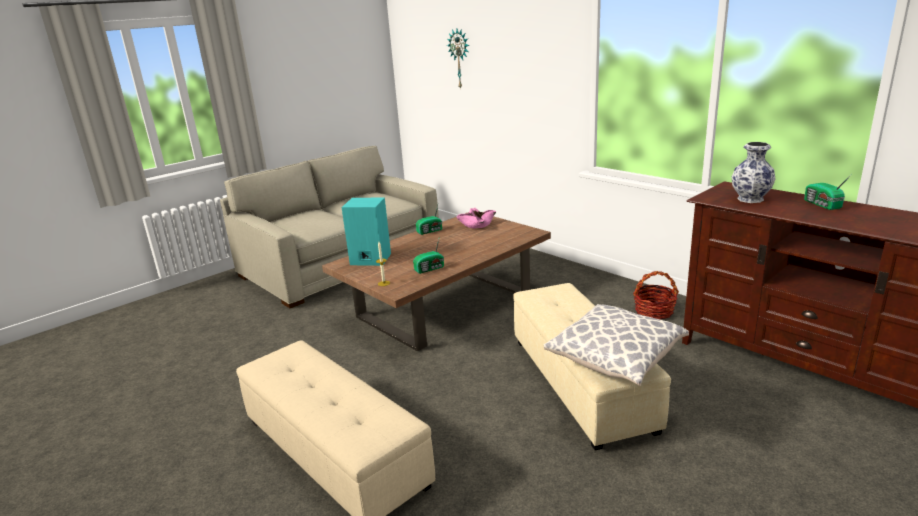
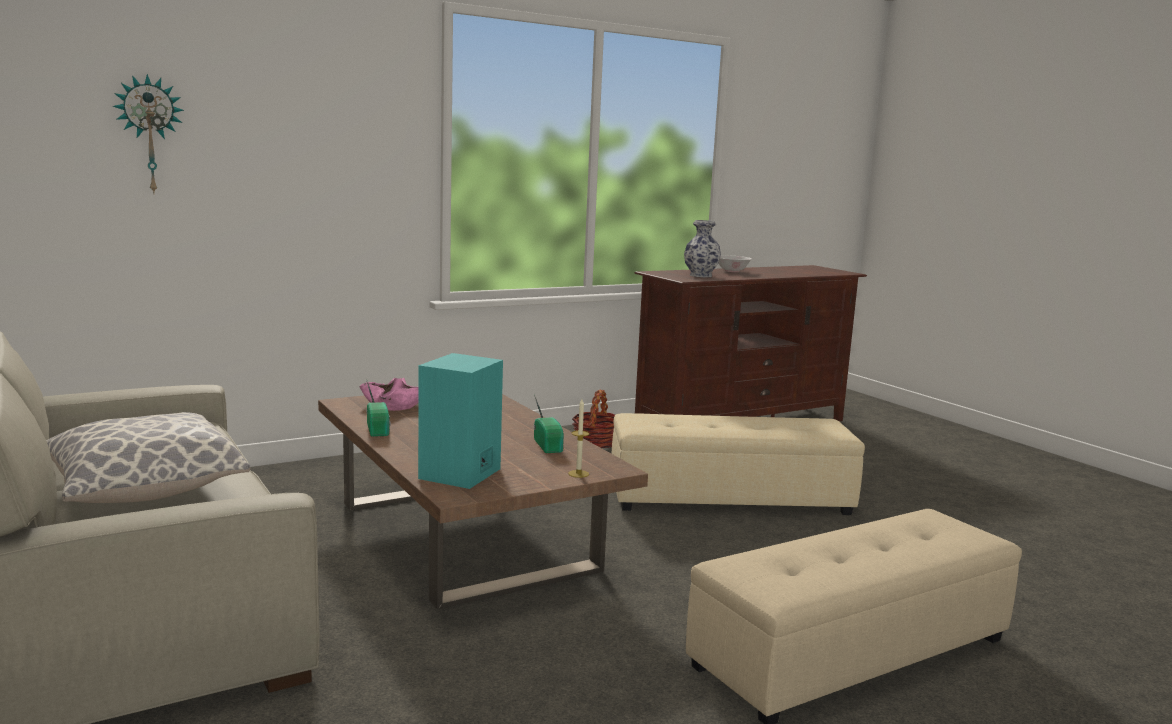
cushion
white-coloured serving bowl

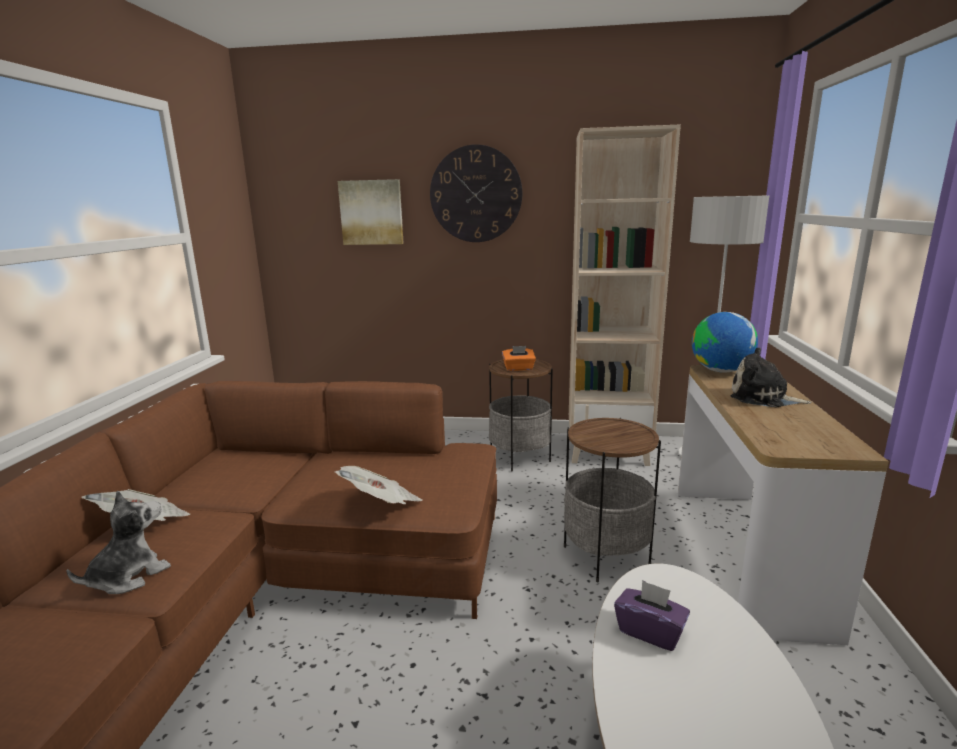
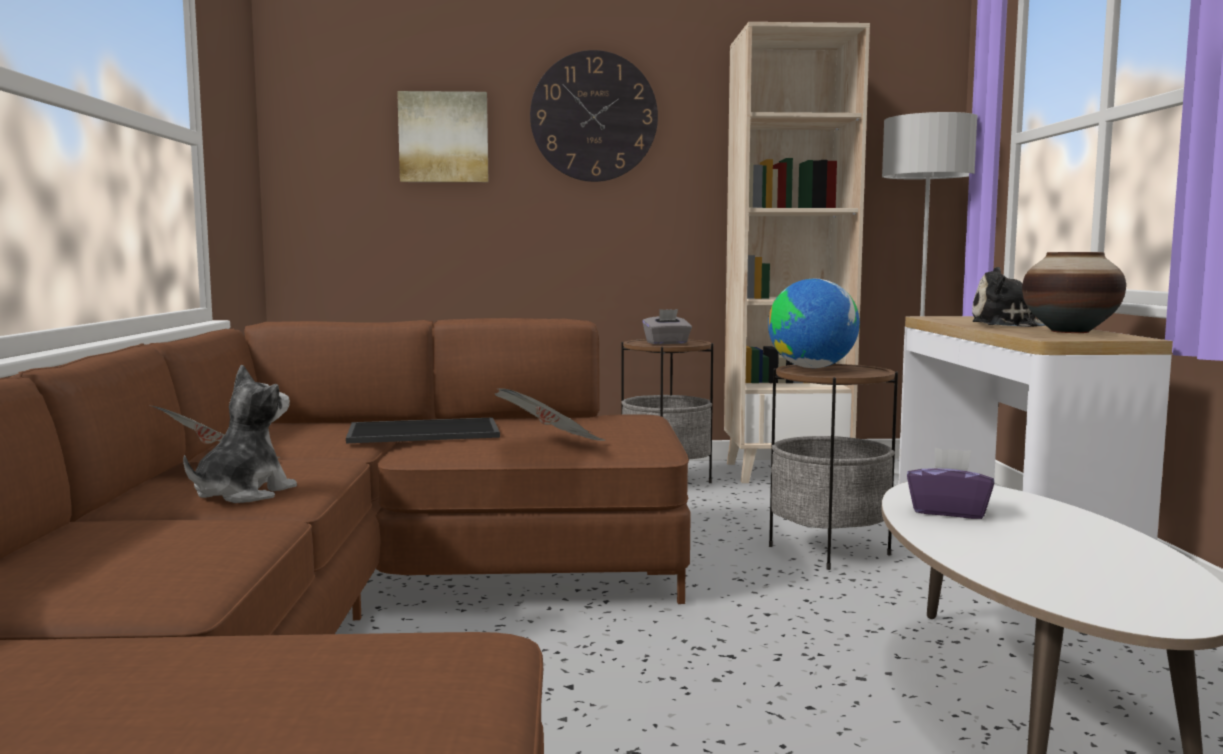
carrying tray
flower vase
world globe
gray tissue holder

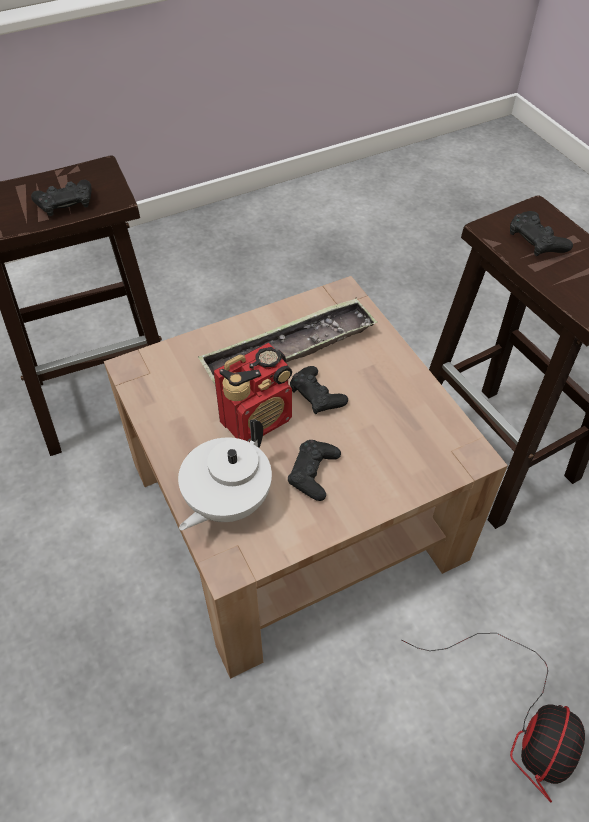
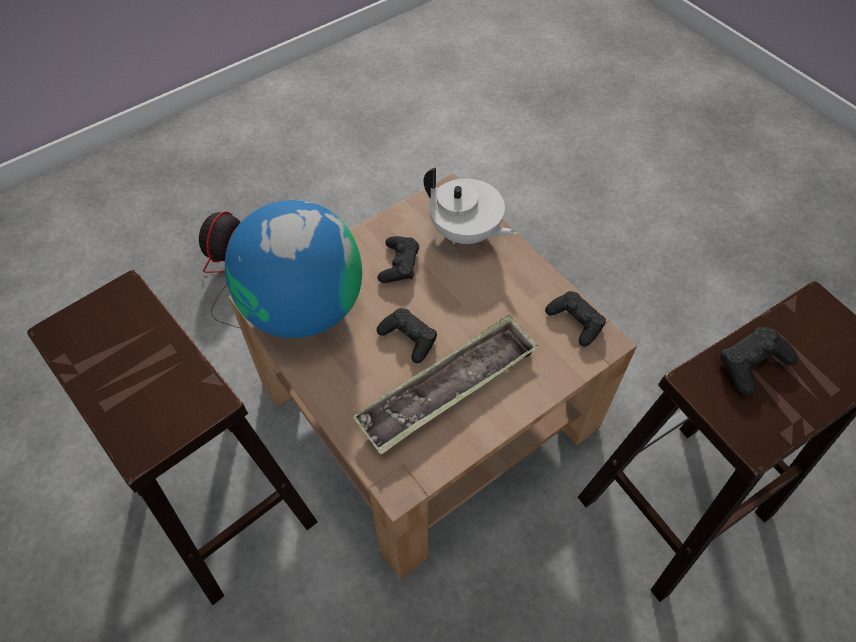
radio receiver
world globe
blackish game controller (no. 3 from left)
white-coloured pot for tea

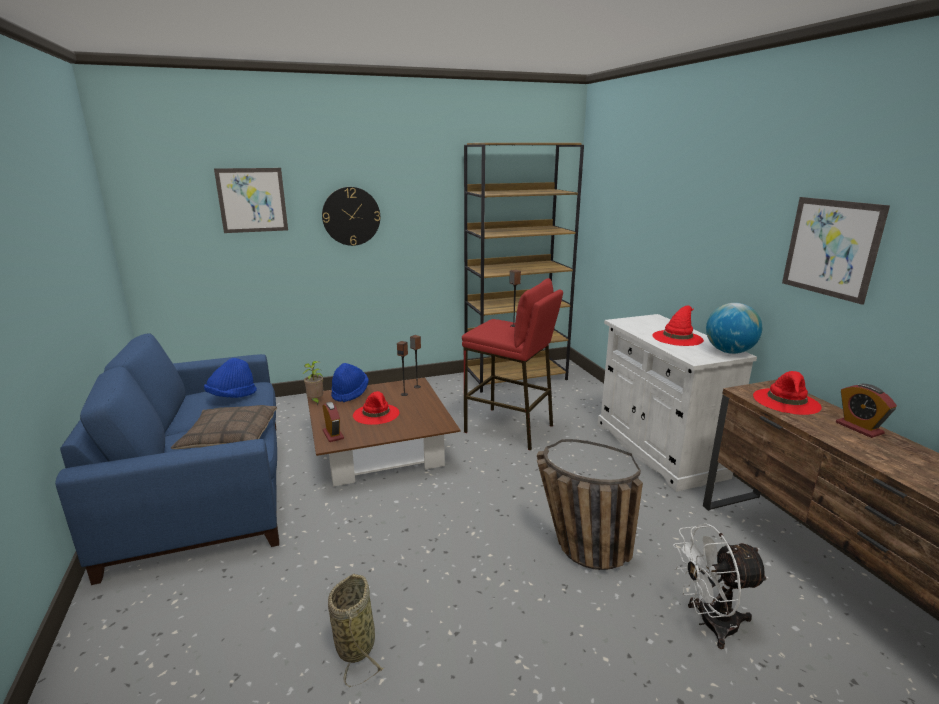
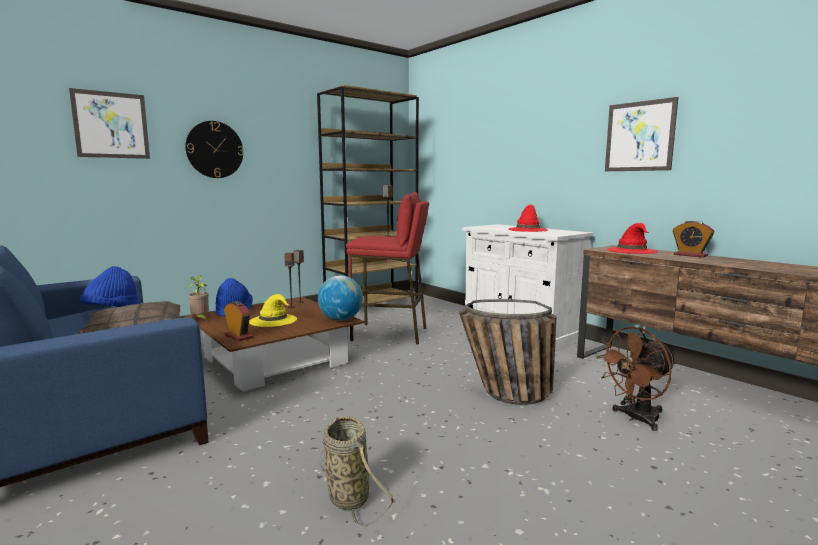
world globe
yellow wearable hat
brown-coloured electric fan

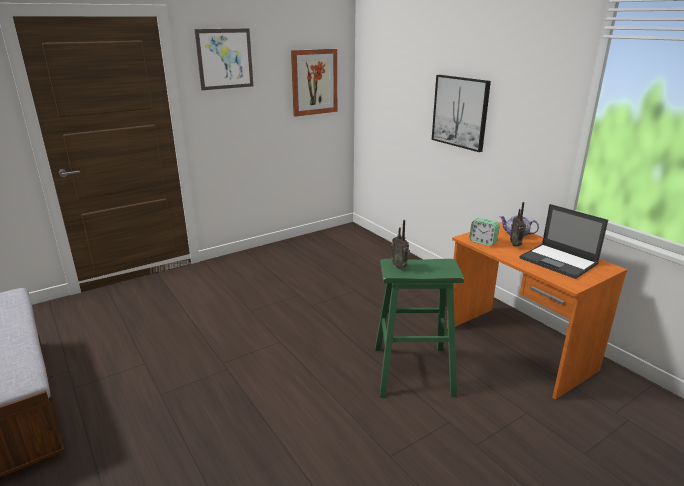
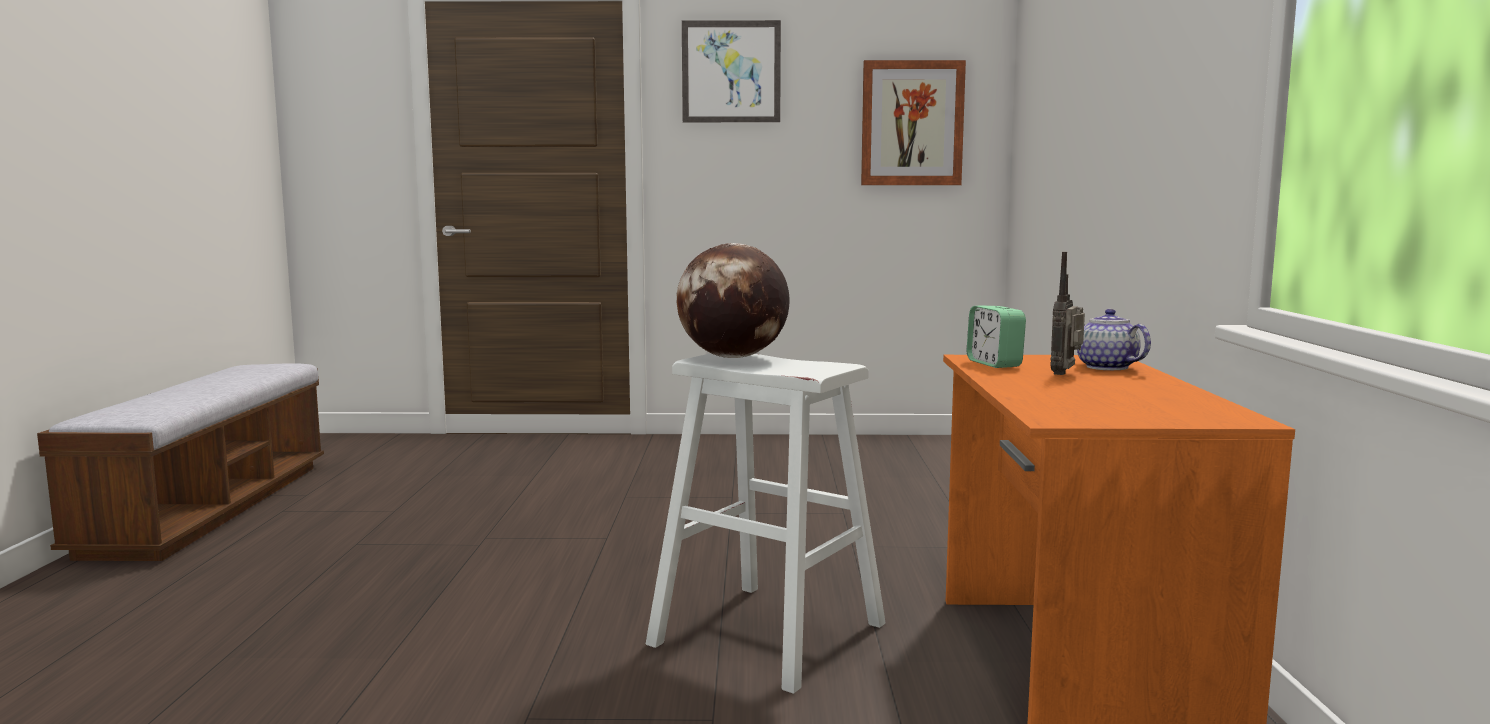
picture (no. 3 from left in the first image)
portable computer
world globe
white-coloured stool seat

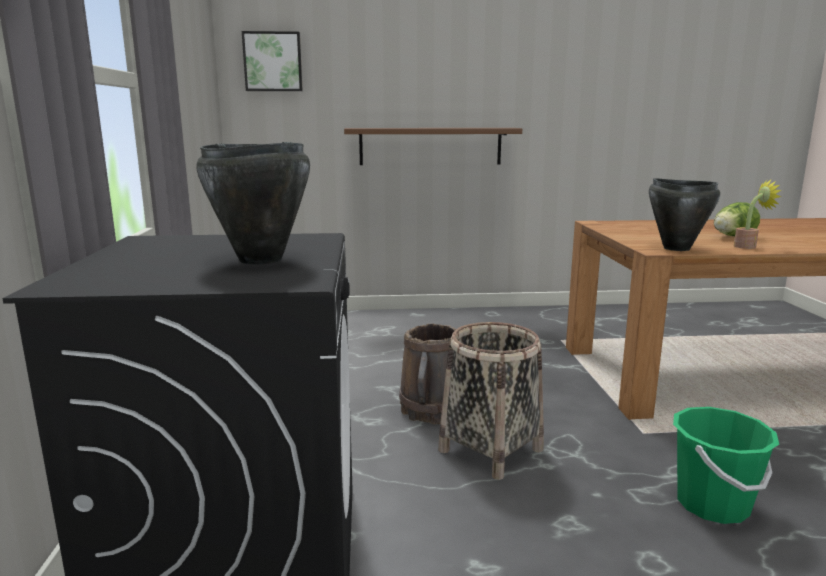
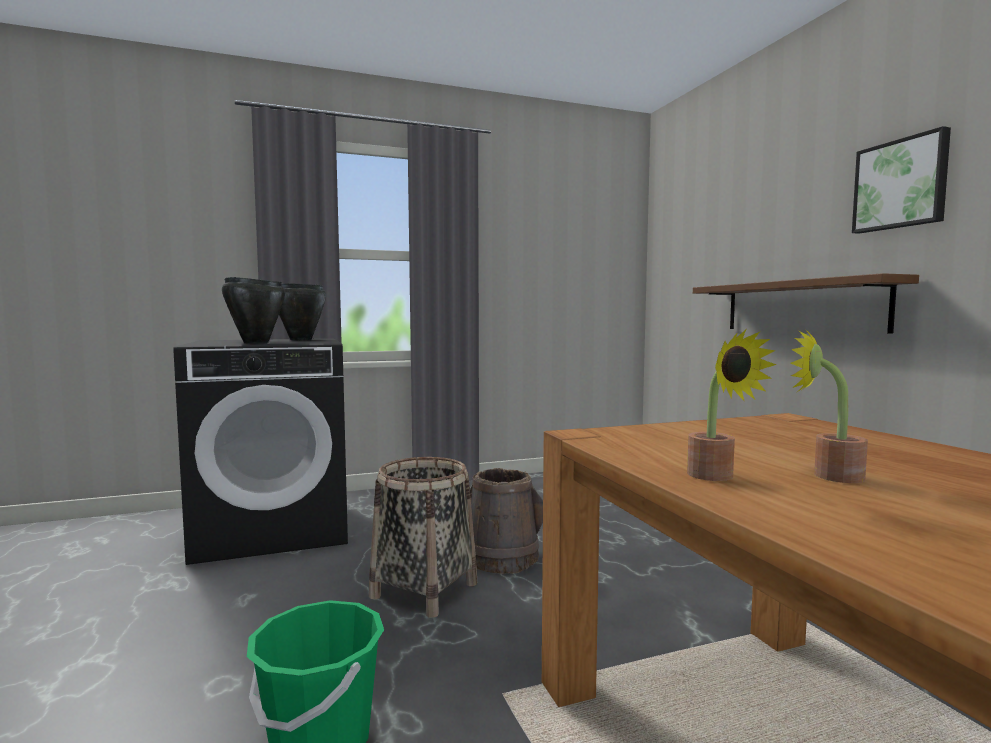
picture
blackish stockpot (no. 2 from left)
potted plant (no. 2 from left)

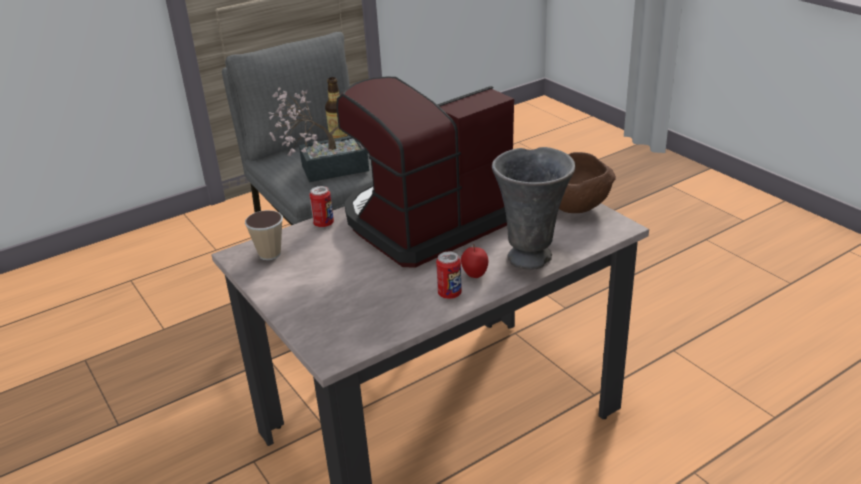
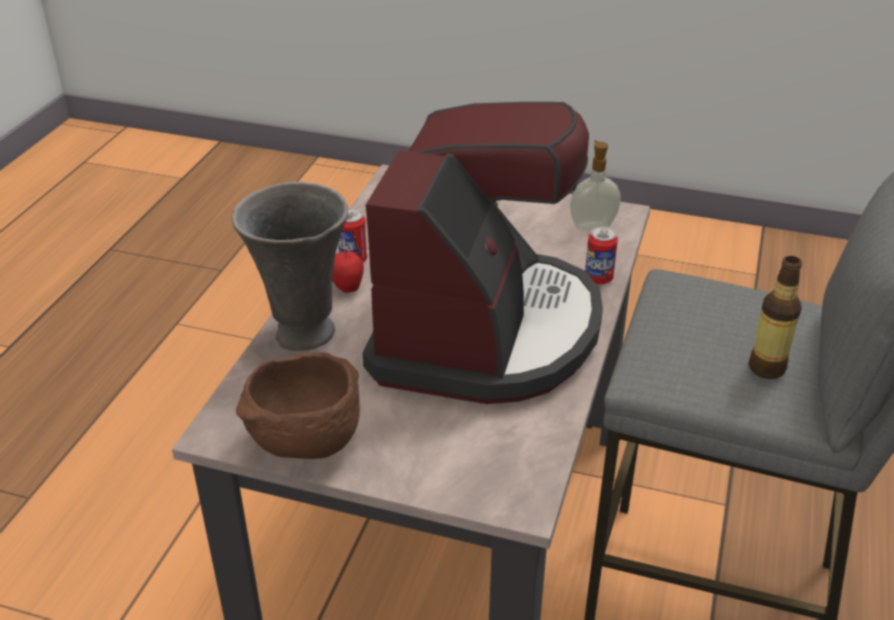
potted plant
soap bottle

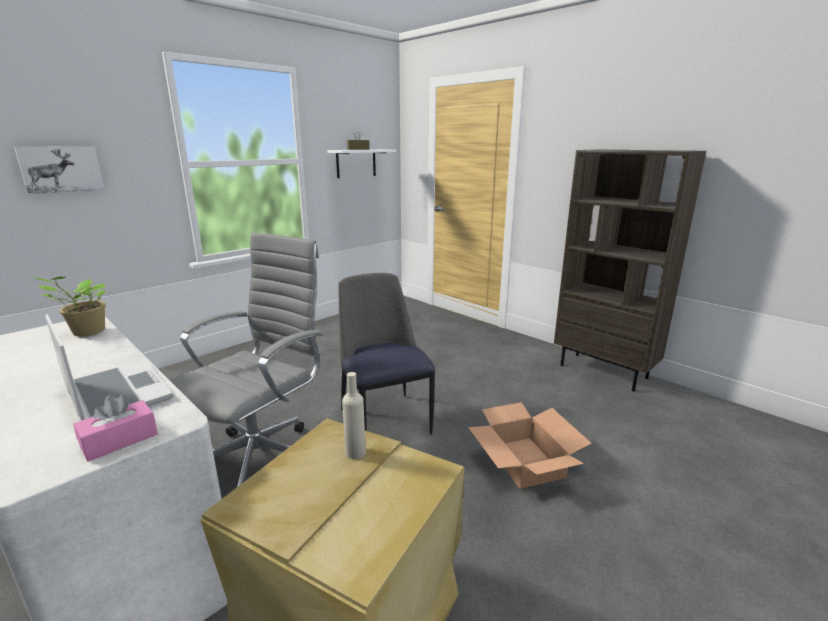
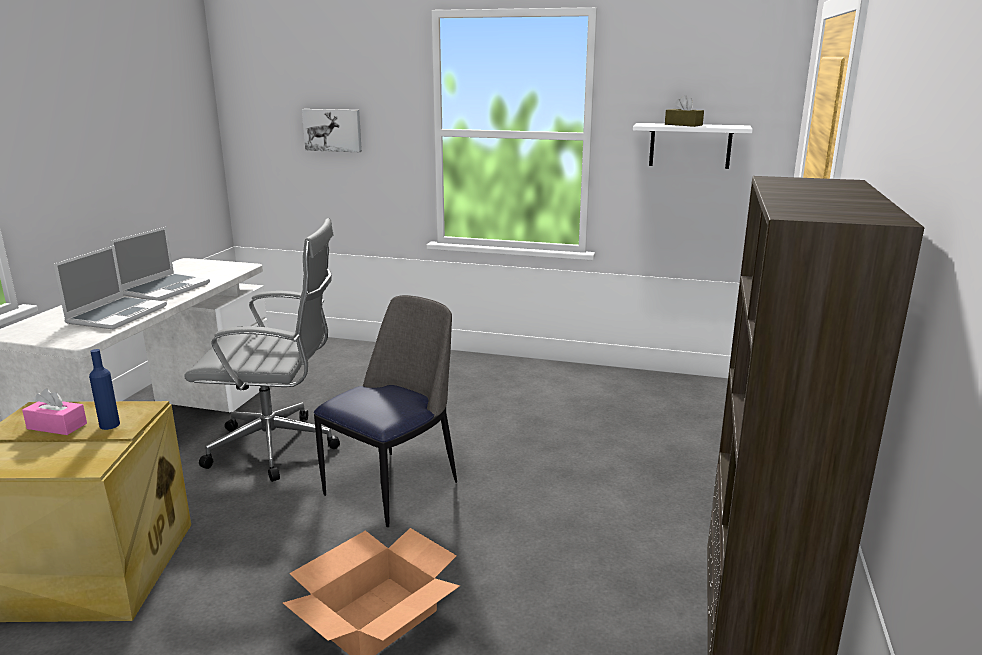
potted plant
portable computer (no. 2 from left)
pink-coloured tissue holder
blue bottle

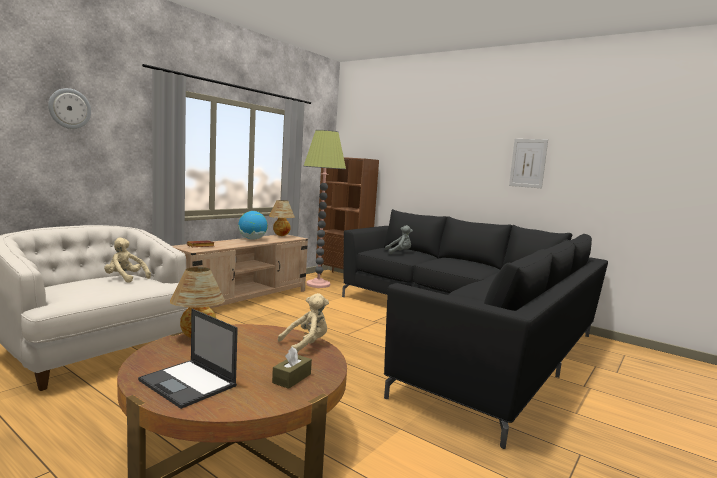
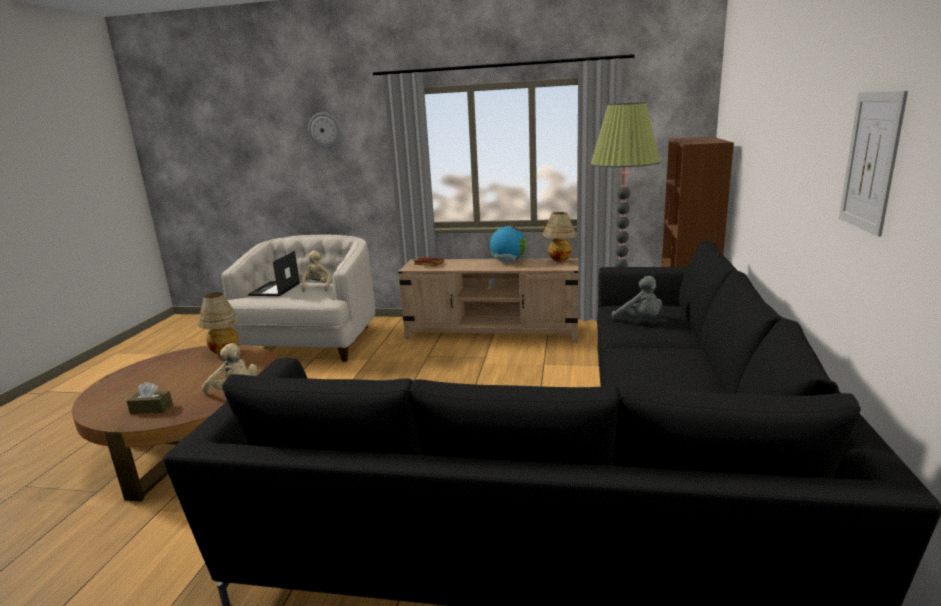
portable computer

